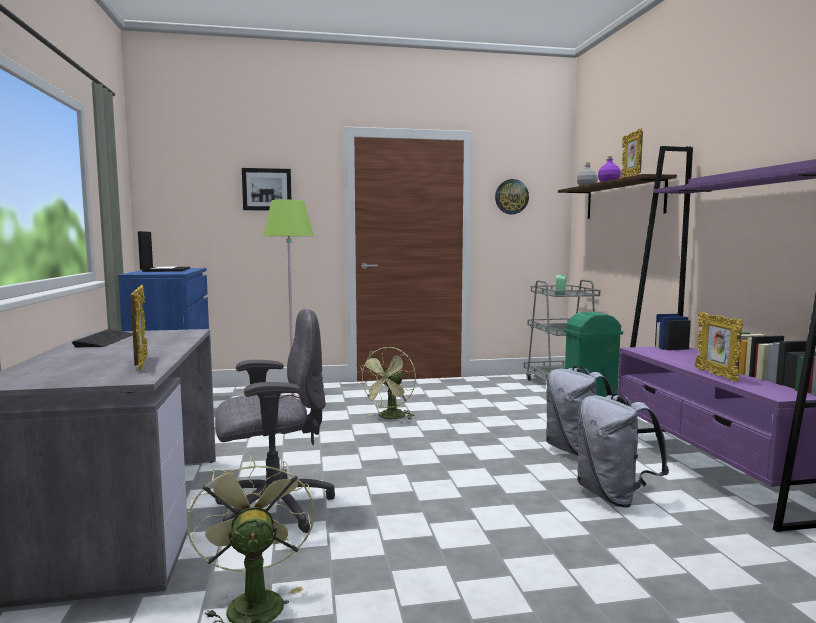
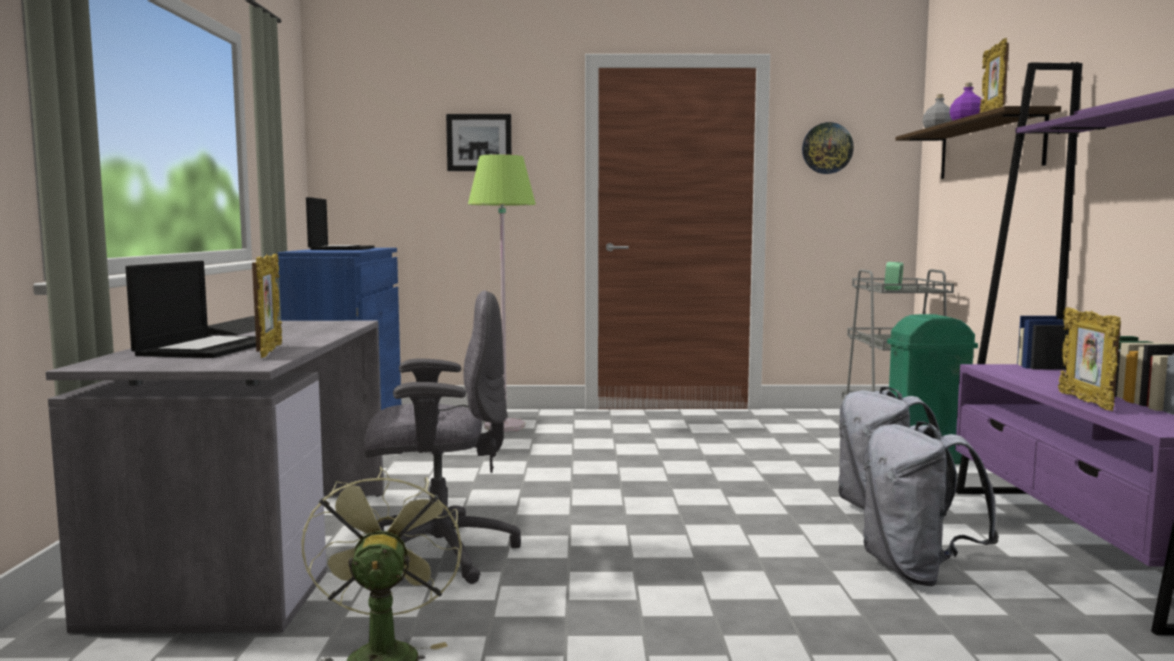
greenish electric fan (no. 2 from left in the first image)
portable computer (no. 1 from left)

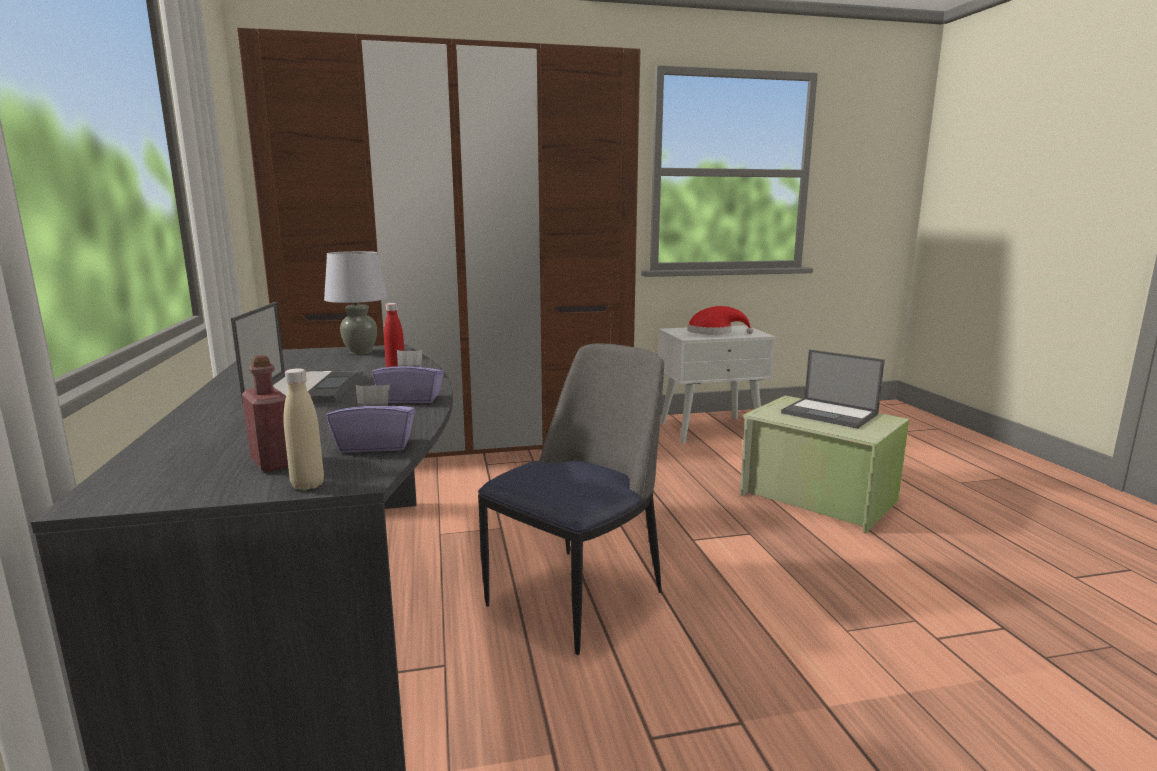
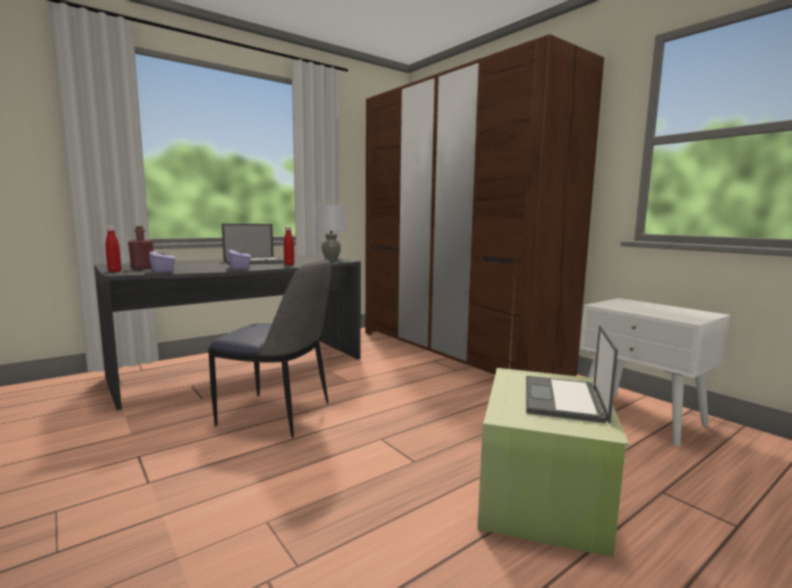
red wearable hat
red bottle (no. 1 from left)

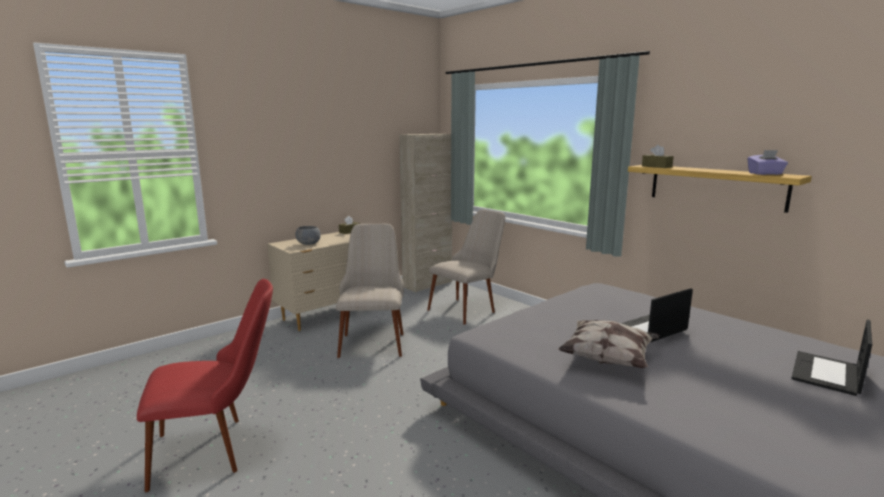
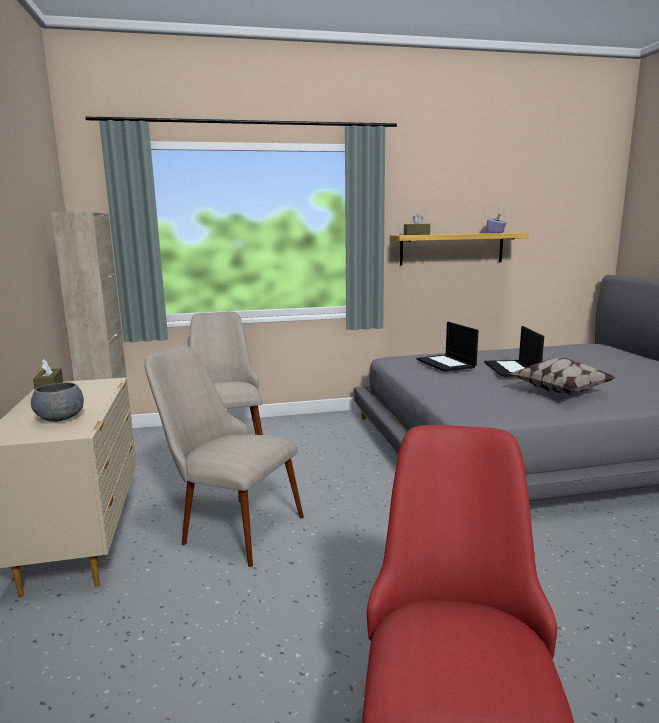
portable computer (no. 1 from left)

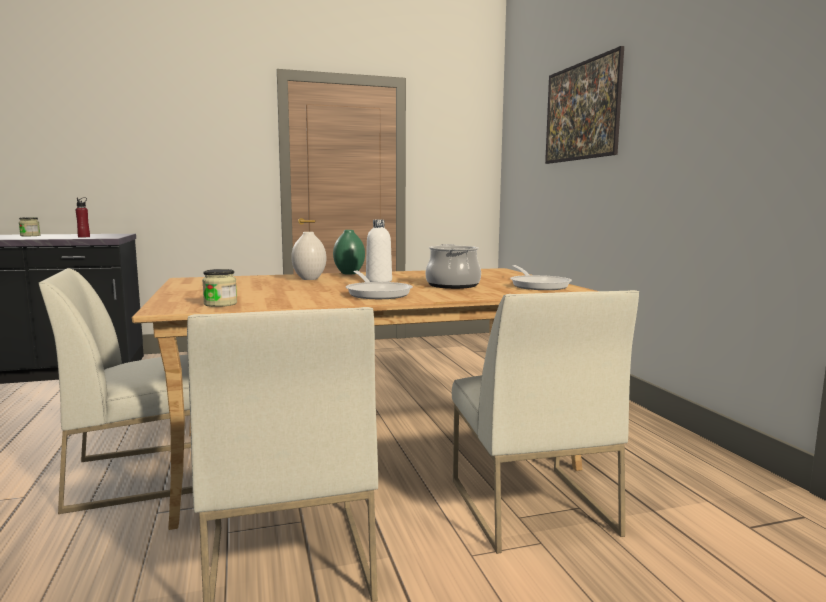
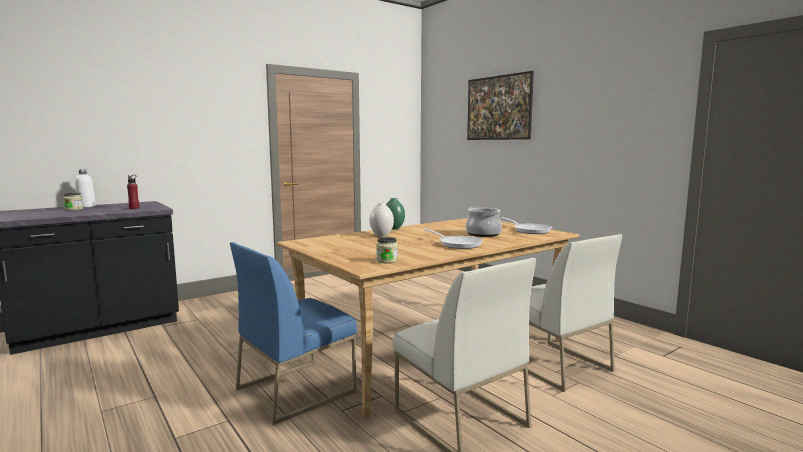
white-coloured bottle
blue chair

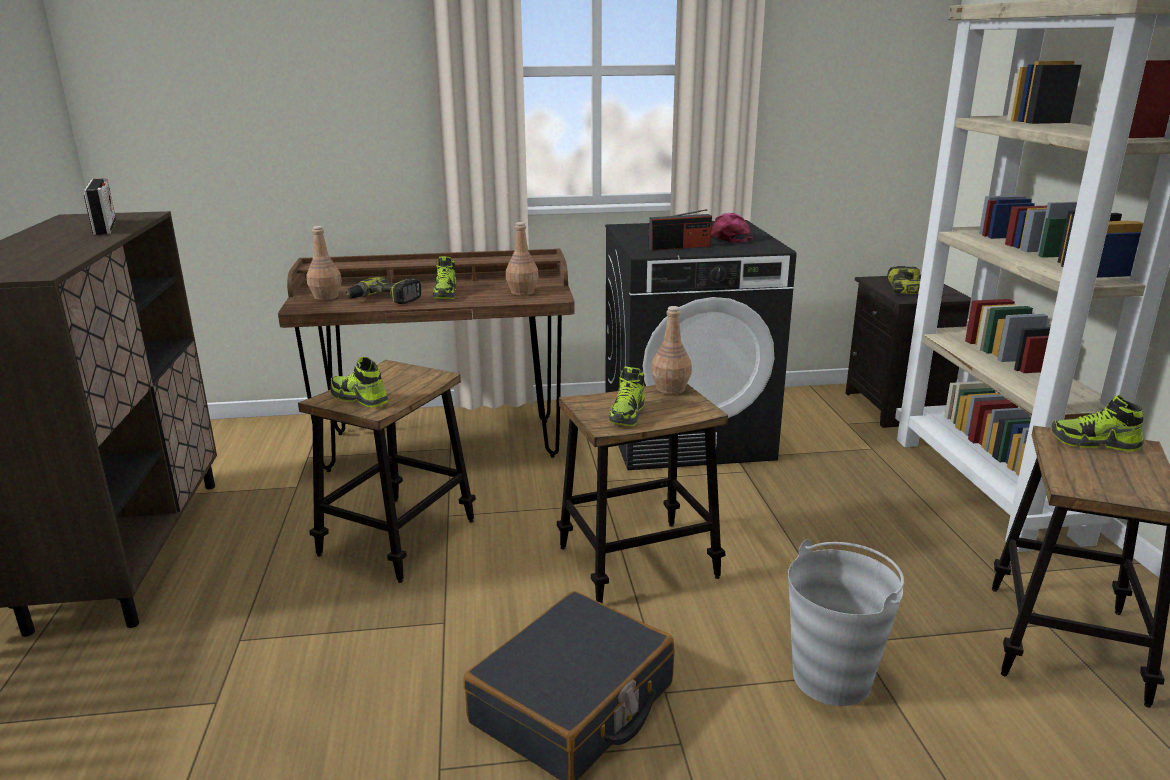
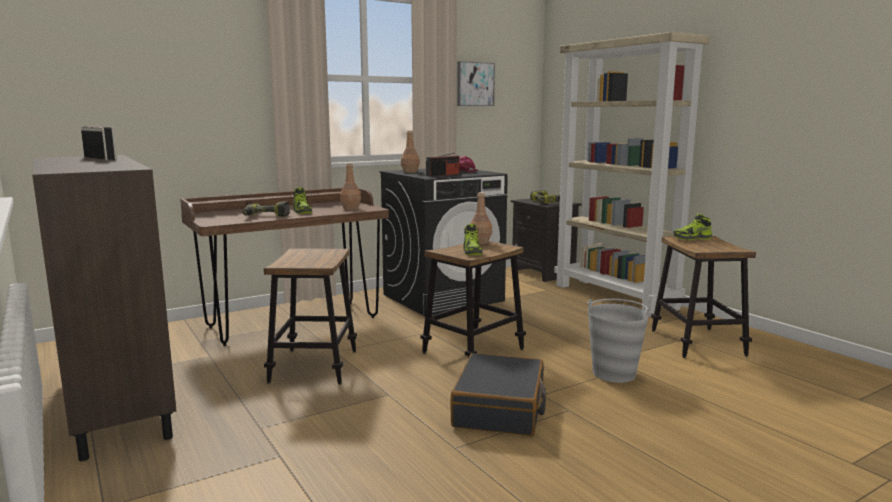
item of footwear (no. 1 from left in the first image)
picture
brown-coloured bottle (no. 2 from left)

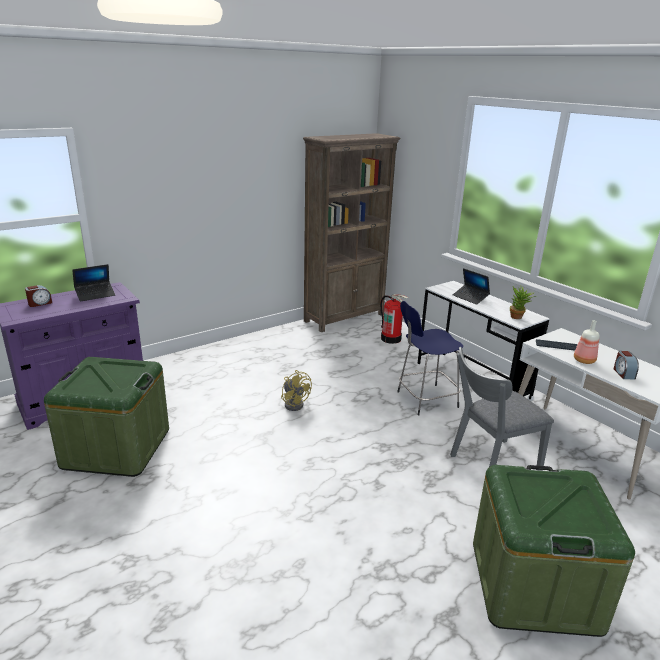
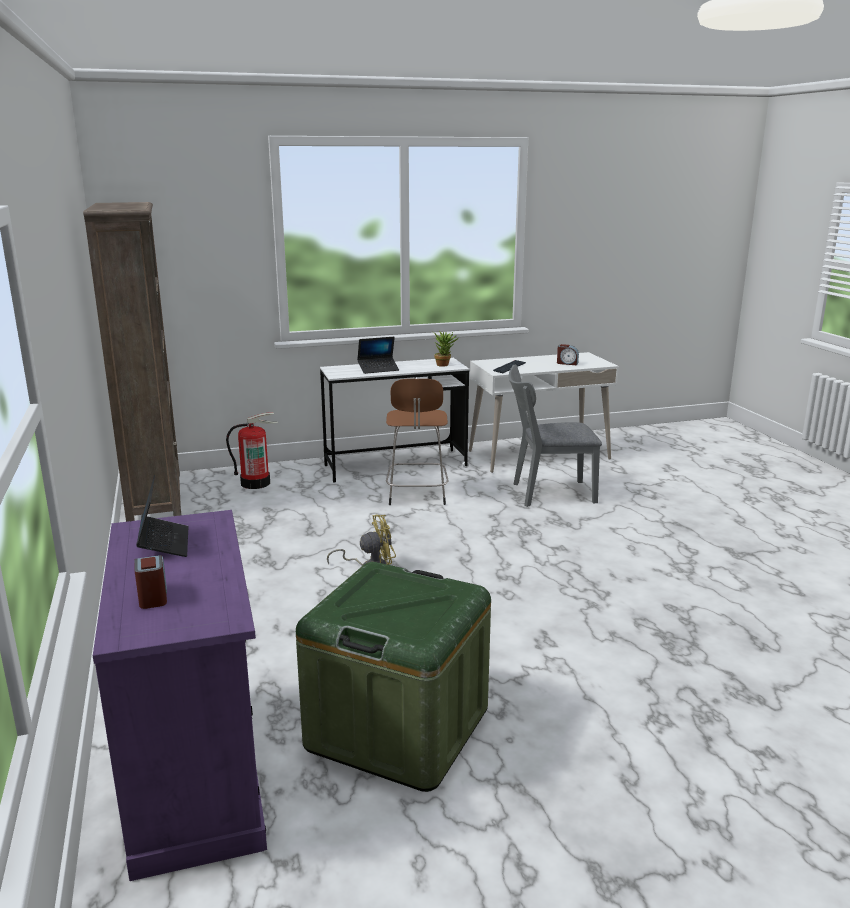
greenish storage bin (no. 2 from left in the first image)
bottle
brown-coloured stool seat
gray chair

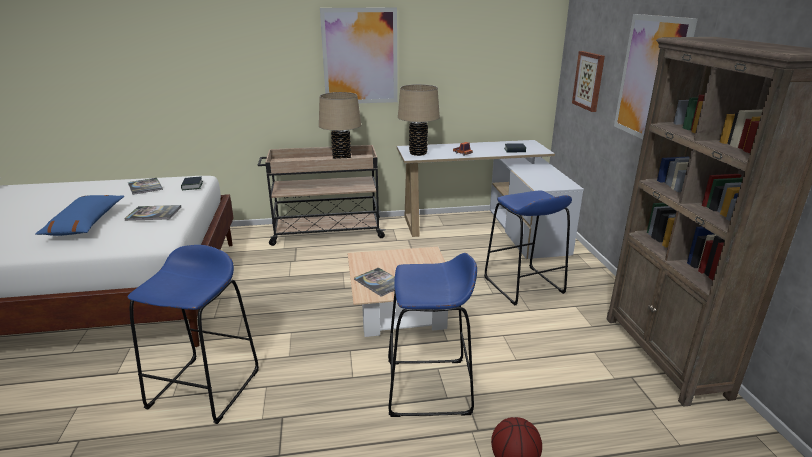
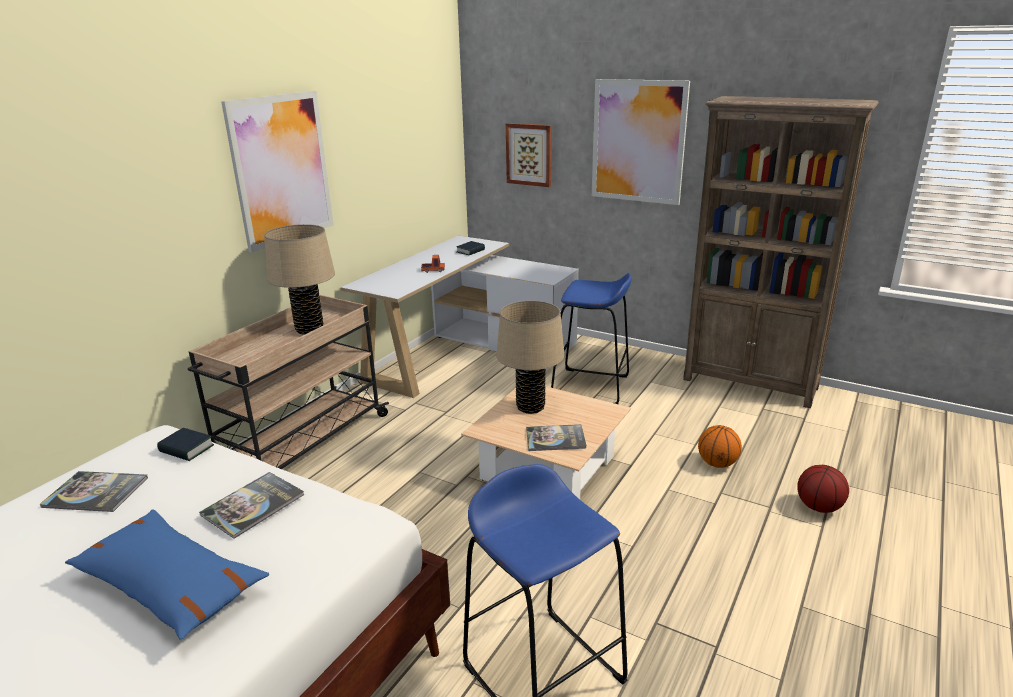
blue stool seat (no. 2 from left in the first image)
basketball ball (no. 1 from left)
beige-coloured lamp for a table (no. 2 from left)

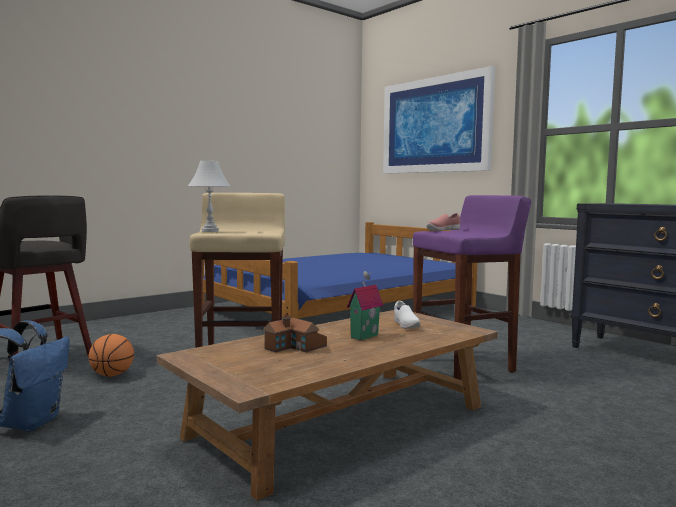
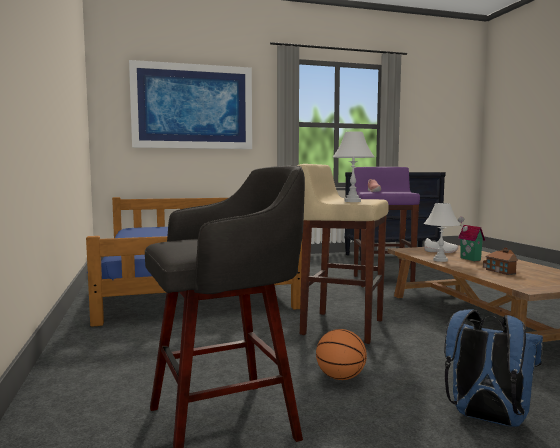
white-coloured lamp for a table (no. 2 from left)

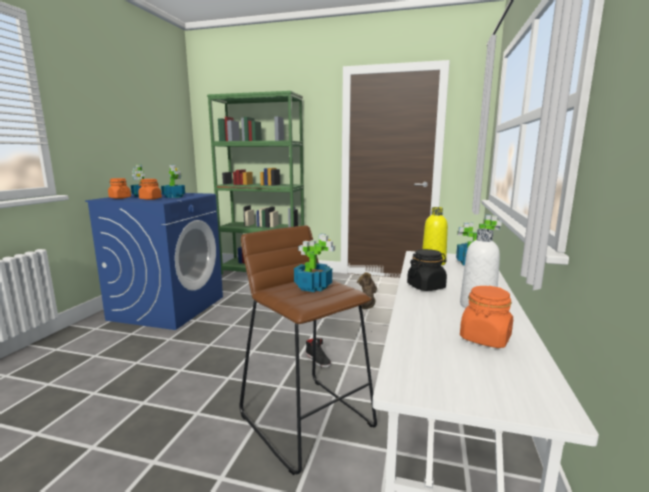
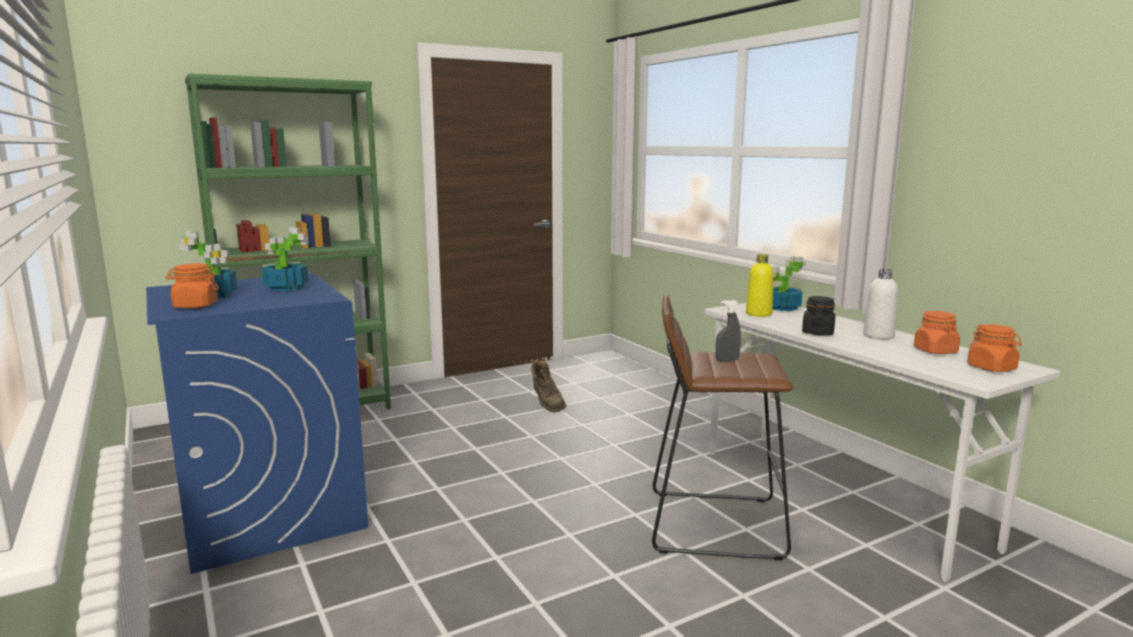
blackish item of footwear
orange jar (no. 3 from left)
gray spray bottle

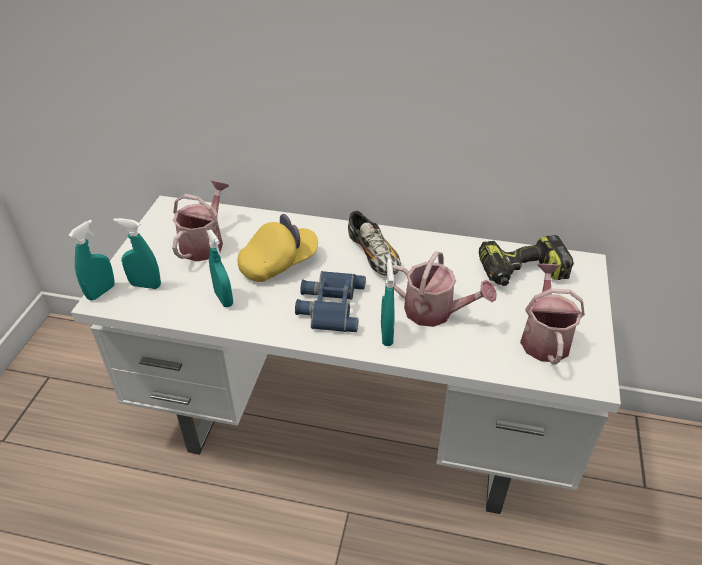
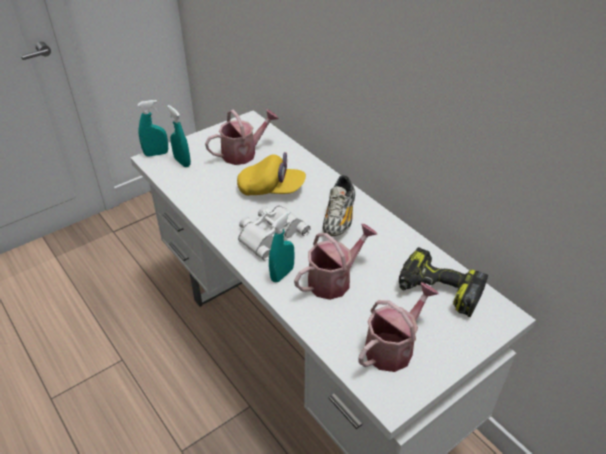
turquoise-coloured spray bottle (no. 3 from left in the first image)
white-coloured binoculars
sprinkling can (no. 2 from left)

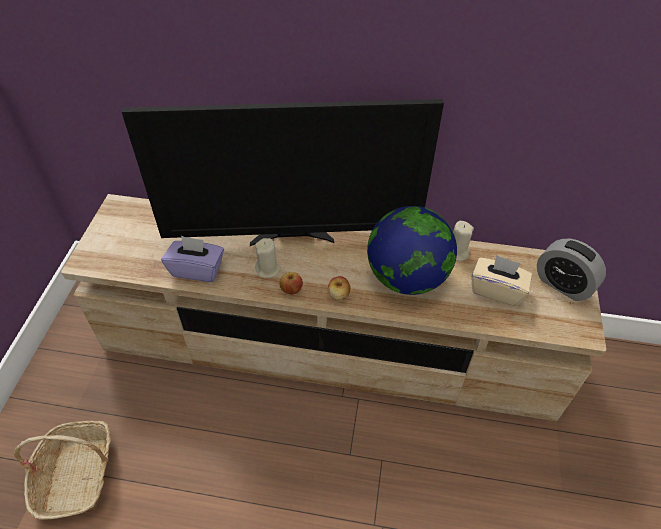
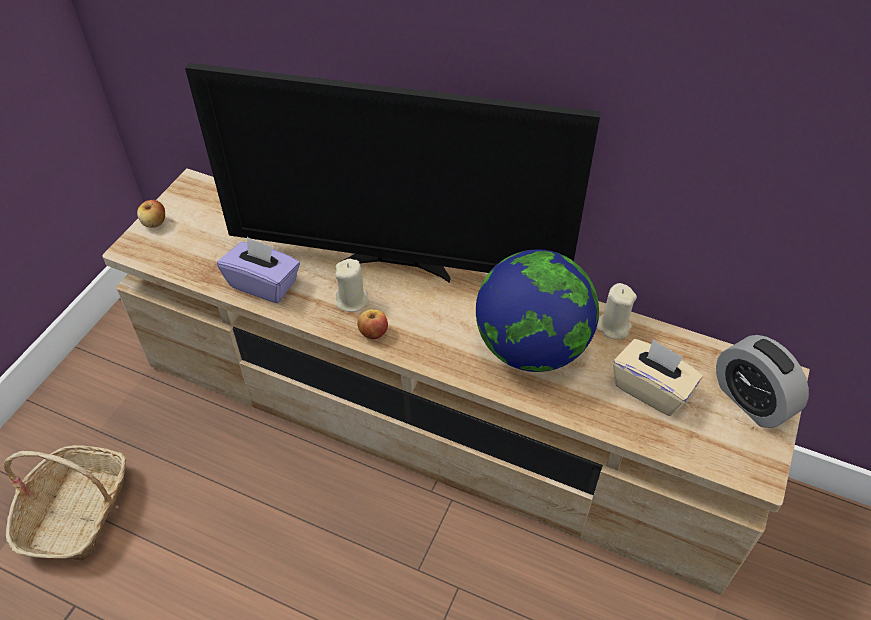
whole apple (no. 1 from left)

